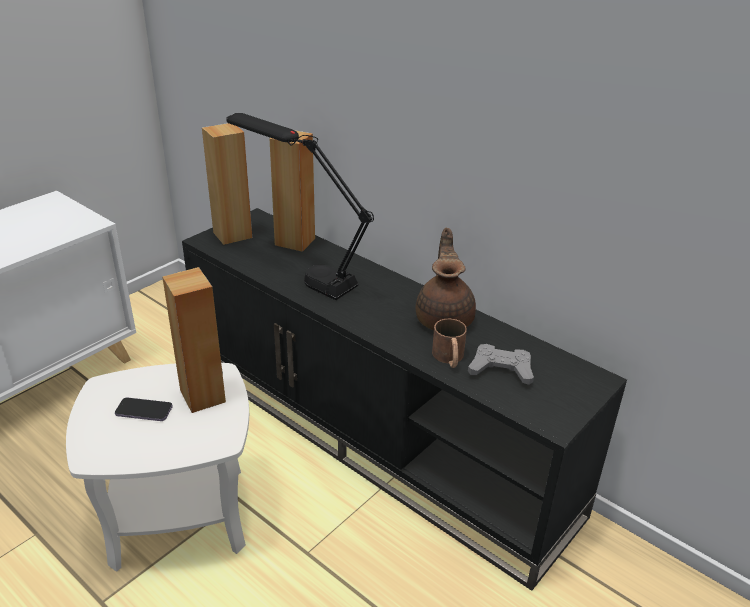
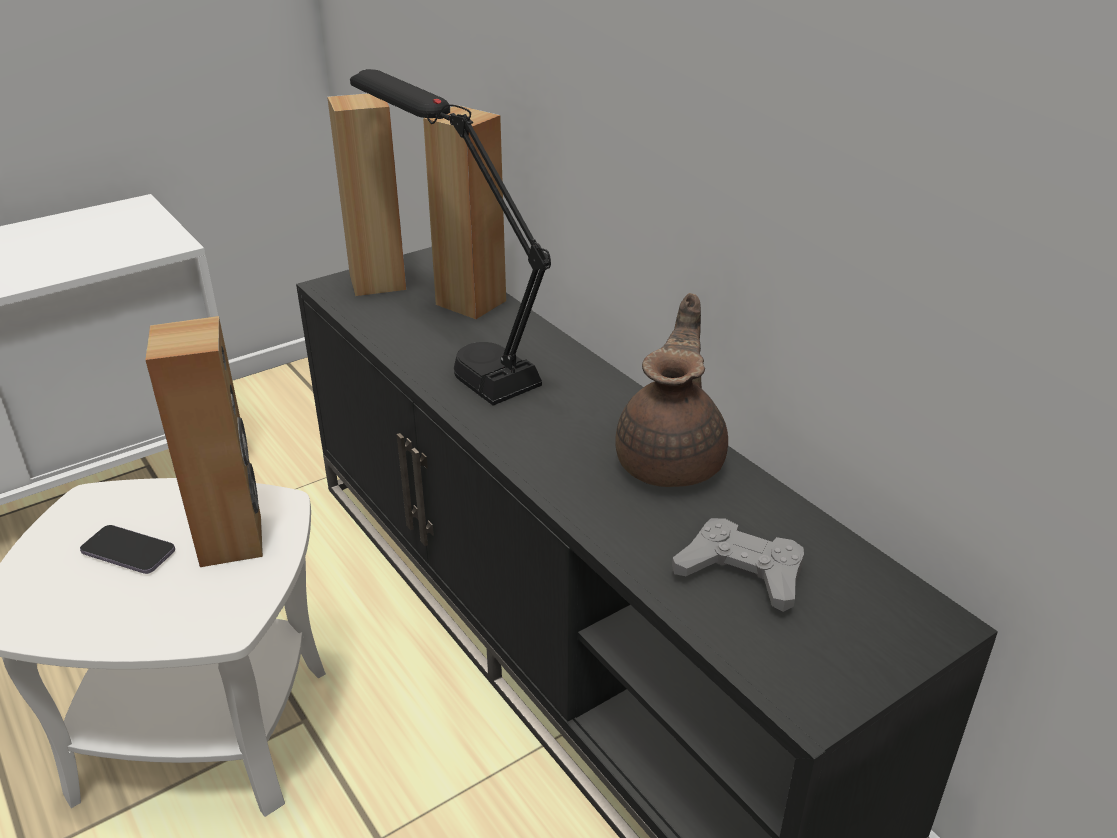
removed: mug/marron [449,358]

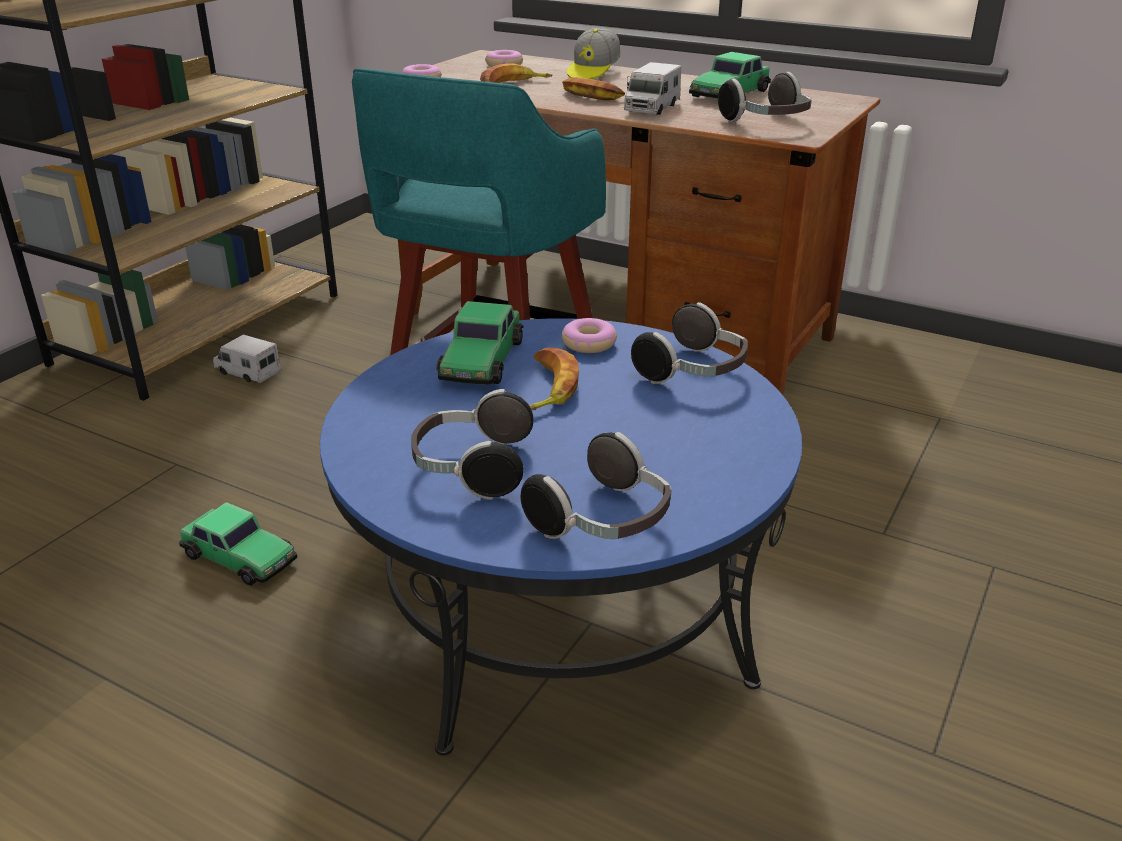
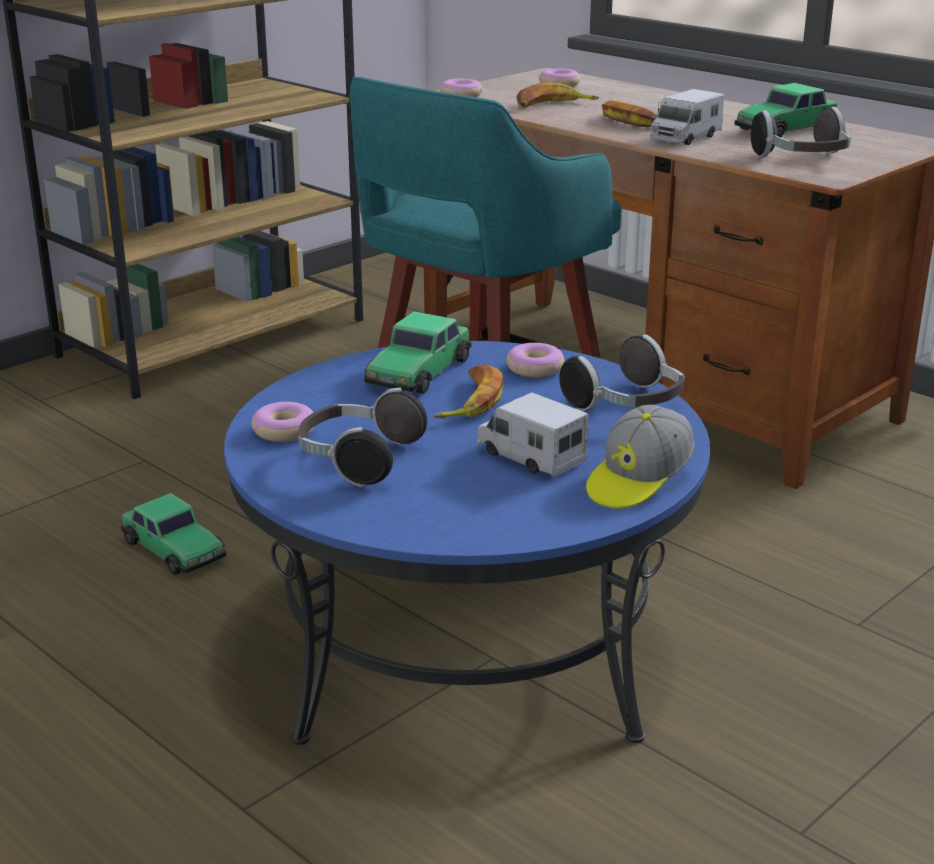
removed: casque audio [604,522]
added: beignet [284,431]
moved: camion jouet [247,372] to [530,456]; casquette [593,72] to [638,481]

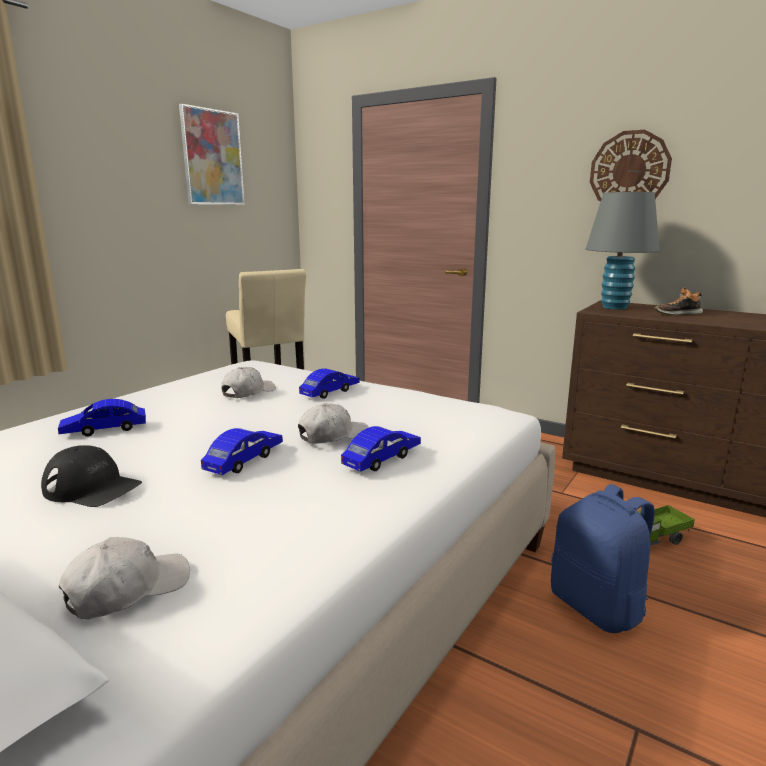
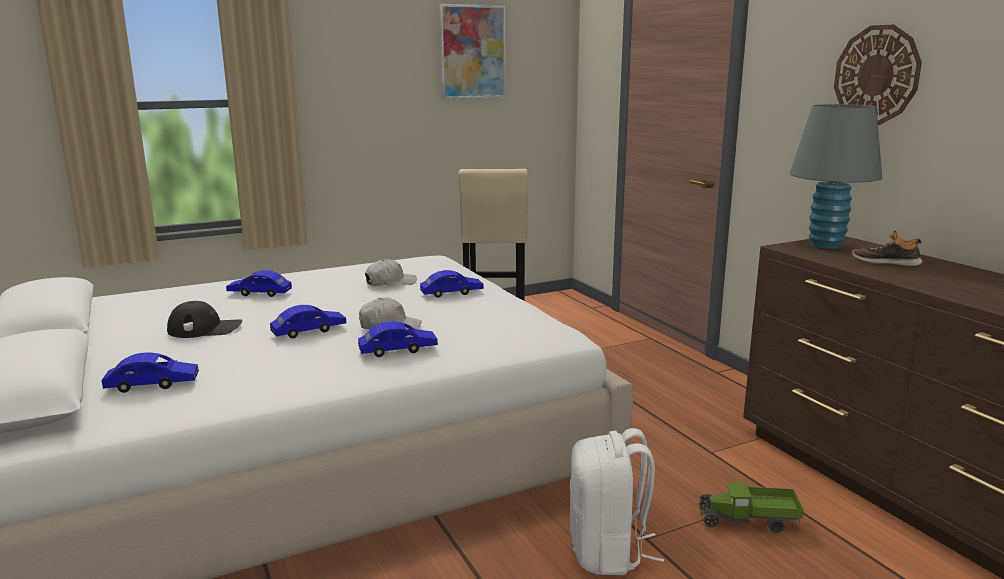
replaced: casquette/blanc [127,589] to petite voiture/bleu [153,384]
recoloured: sac à dos/bleu [598,607] to sac à dos/blanc [608,552]
turned: casquette/noir [92,488] = [205,328] 60 degrees counterclockwise

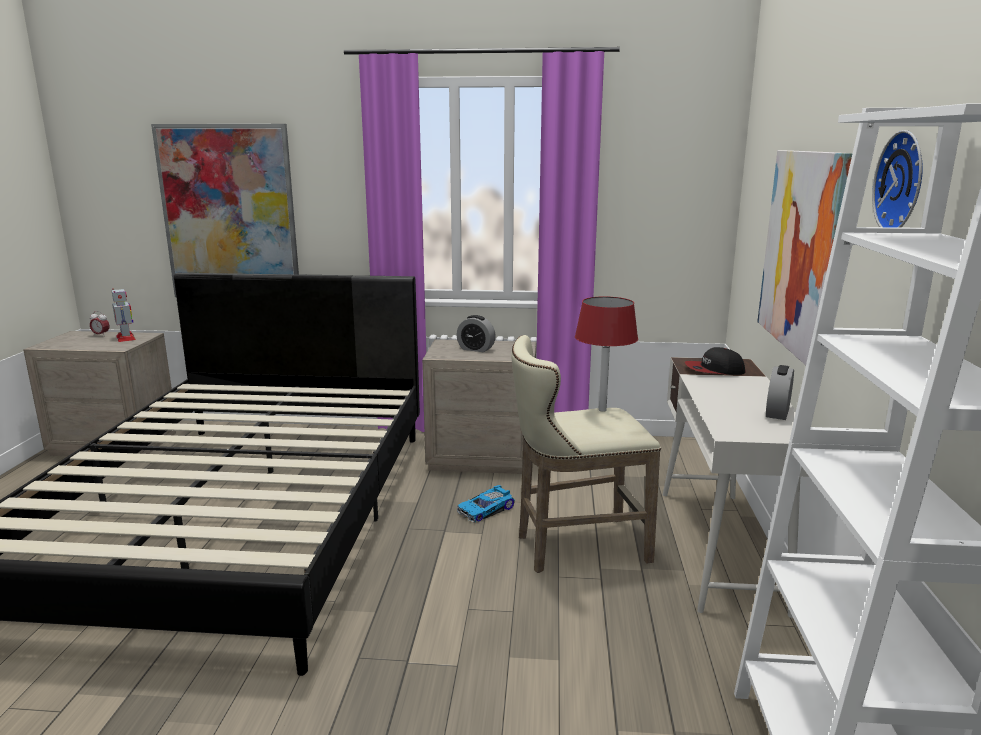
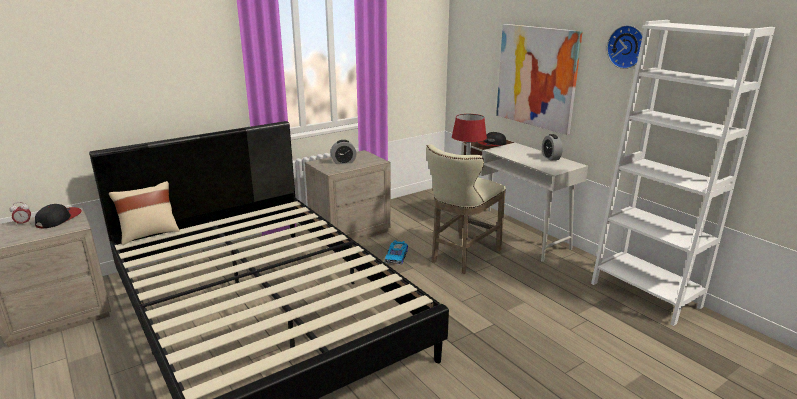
removed: tableau [229,213]
added: coussin/beige [149,234]
replaced: robot jouet [126,338] to casquette [59,219]

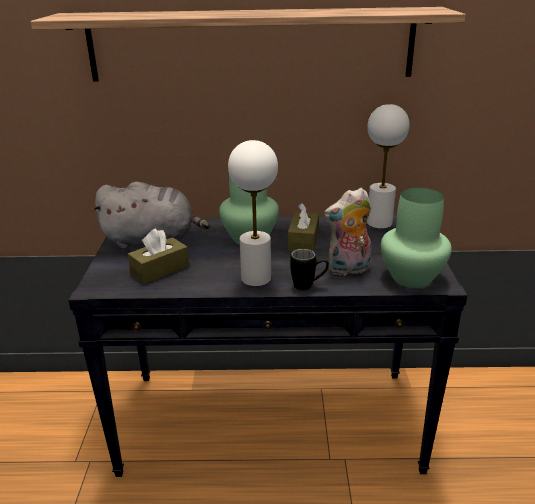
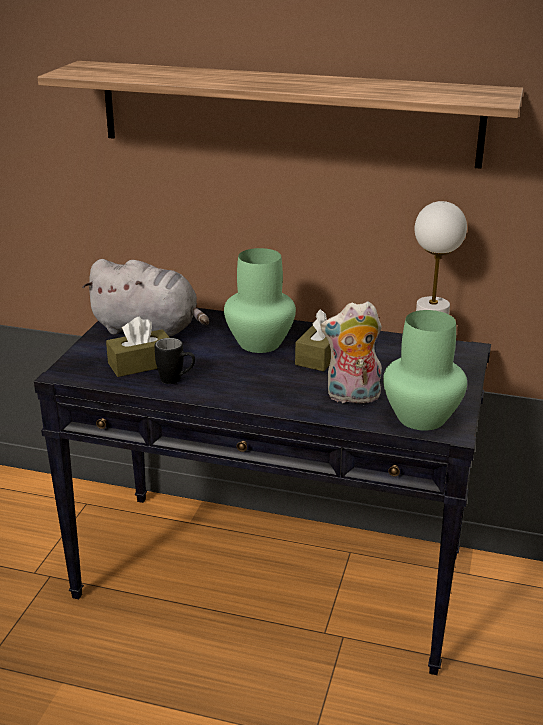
removed: lampe de table/blanc [256,278]
moved: mug/noir [308,286] to [176,380]

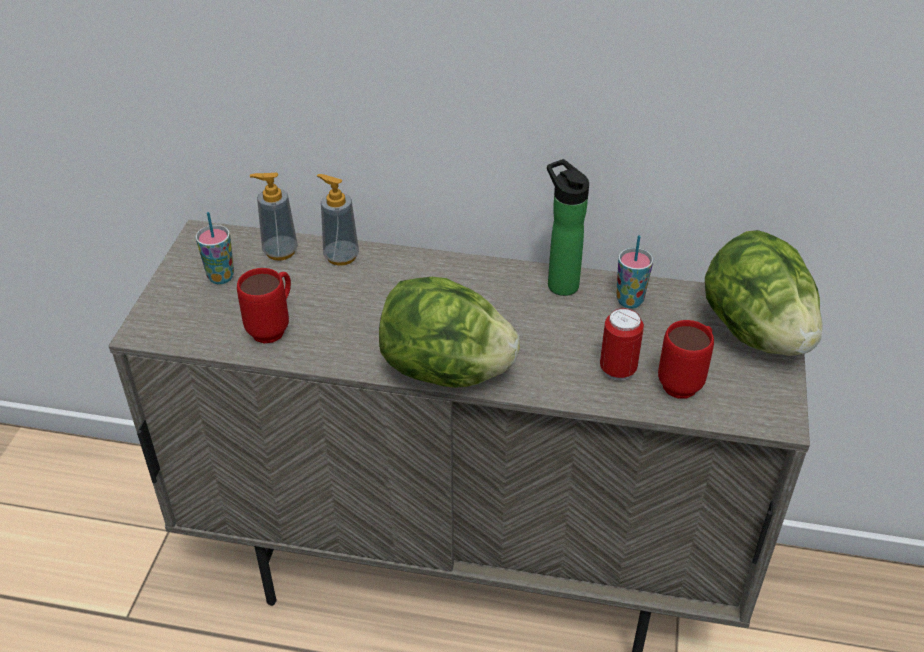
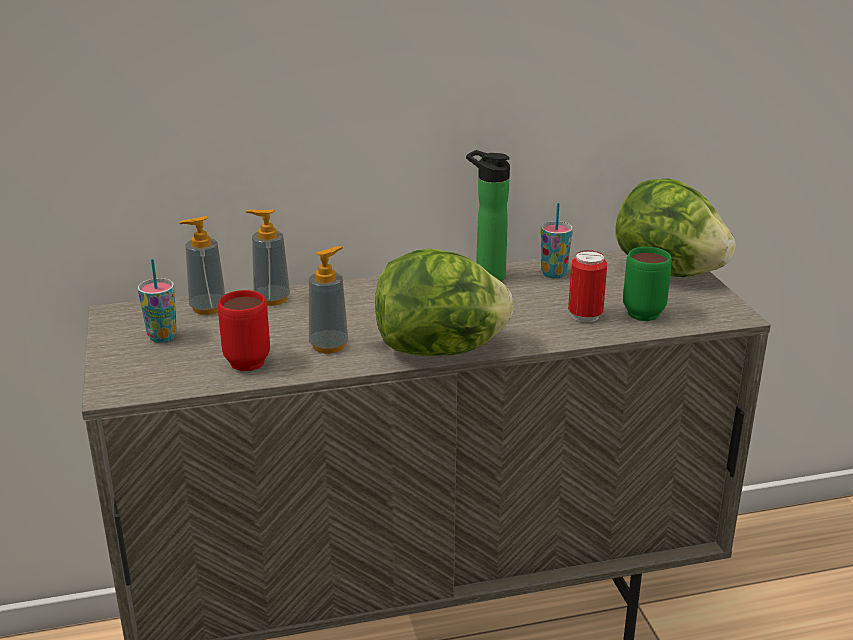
added: distributeur de savon [329,345]
recoloured: mug/rouge [685,382] to mug/vert [644,310]

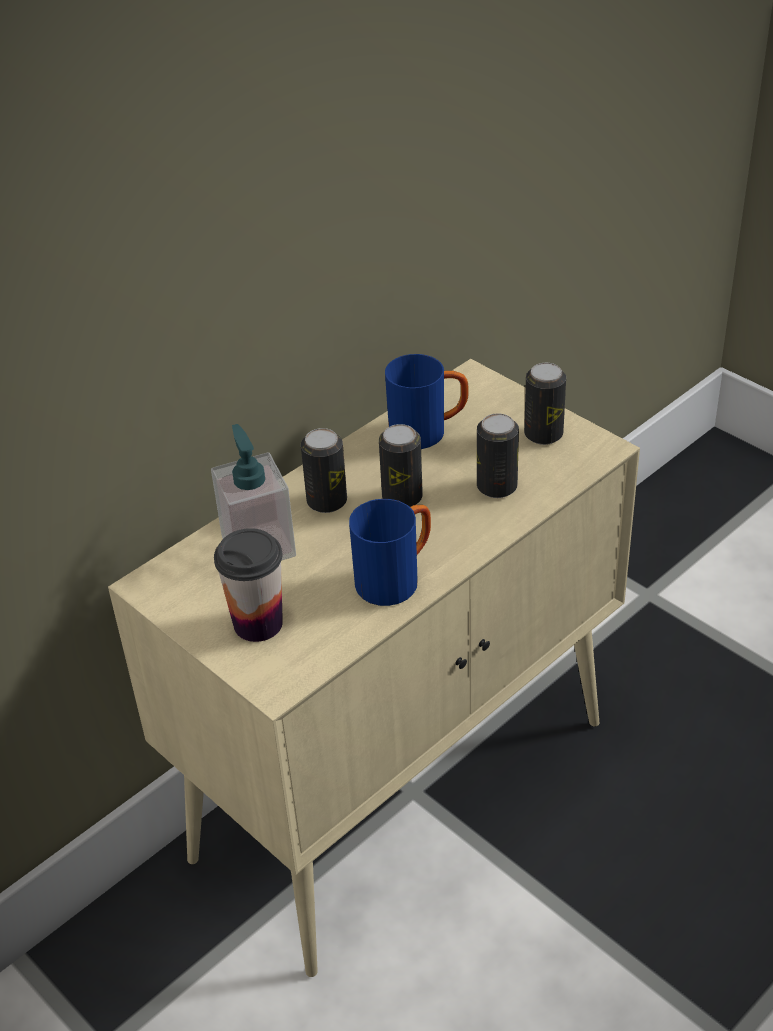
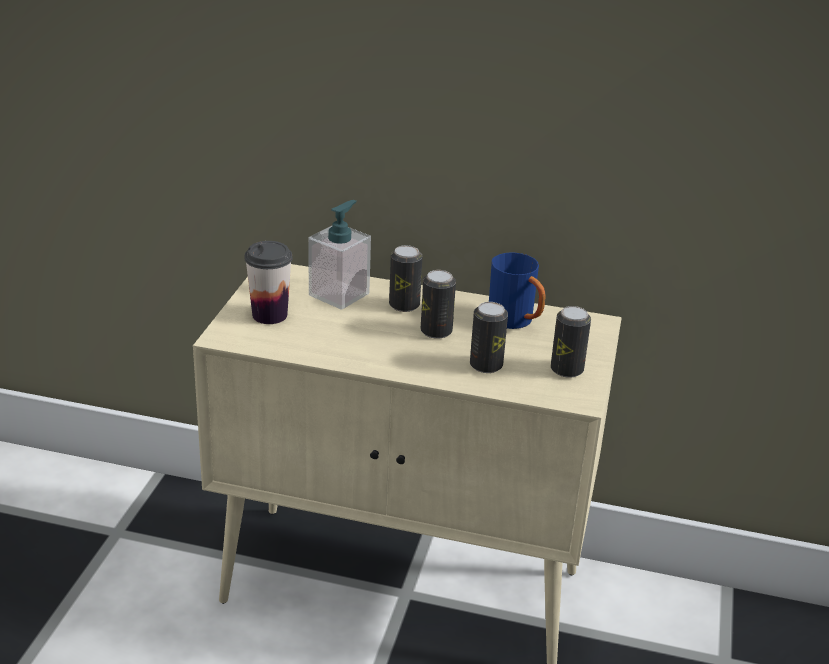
removed: mug/bleu [396,578]

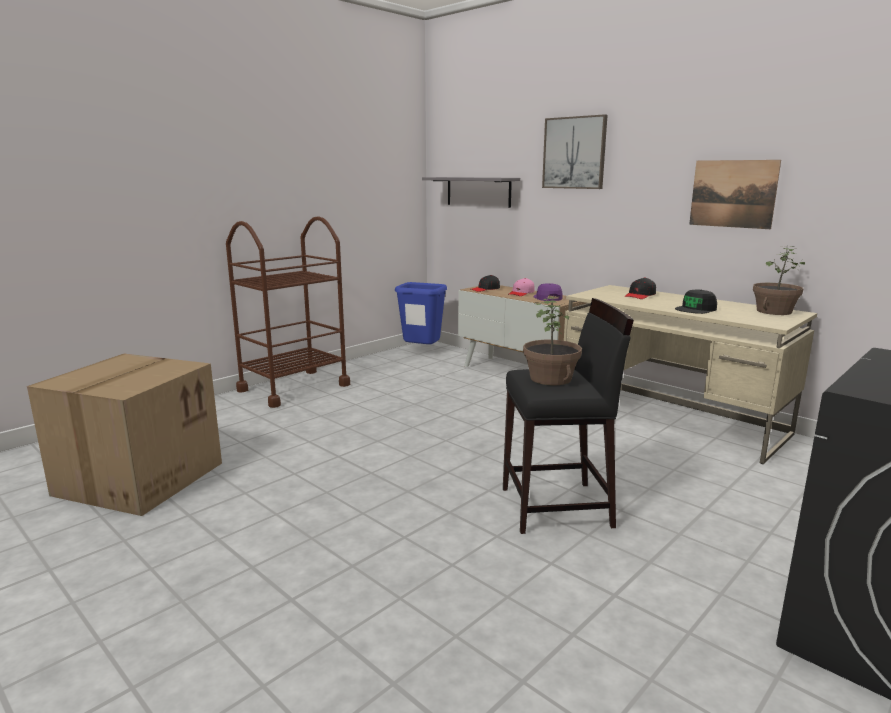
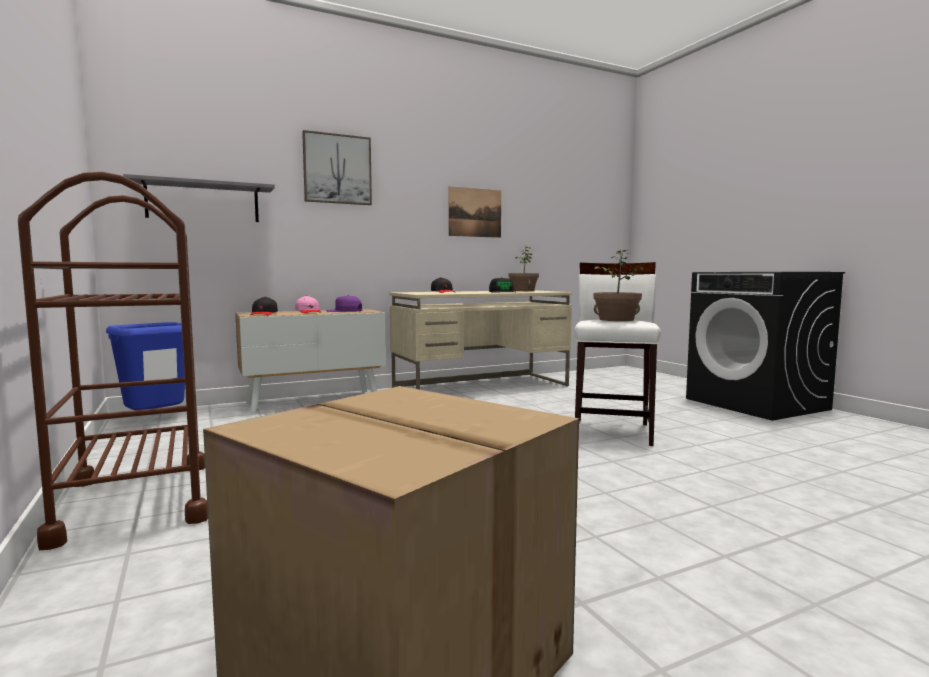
recoloured: tabouret/noir [557,507] to tabouret/blanc [613,431]

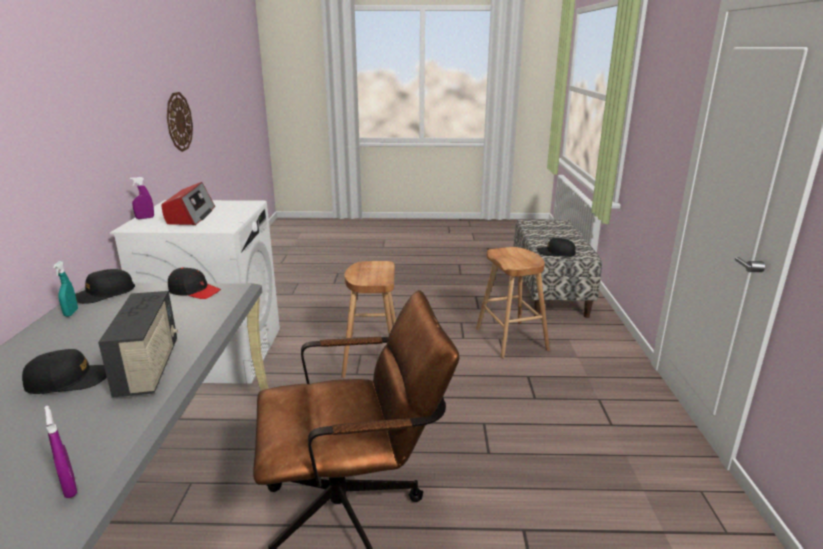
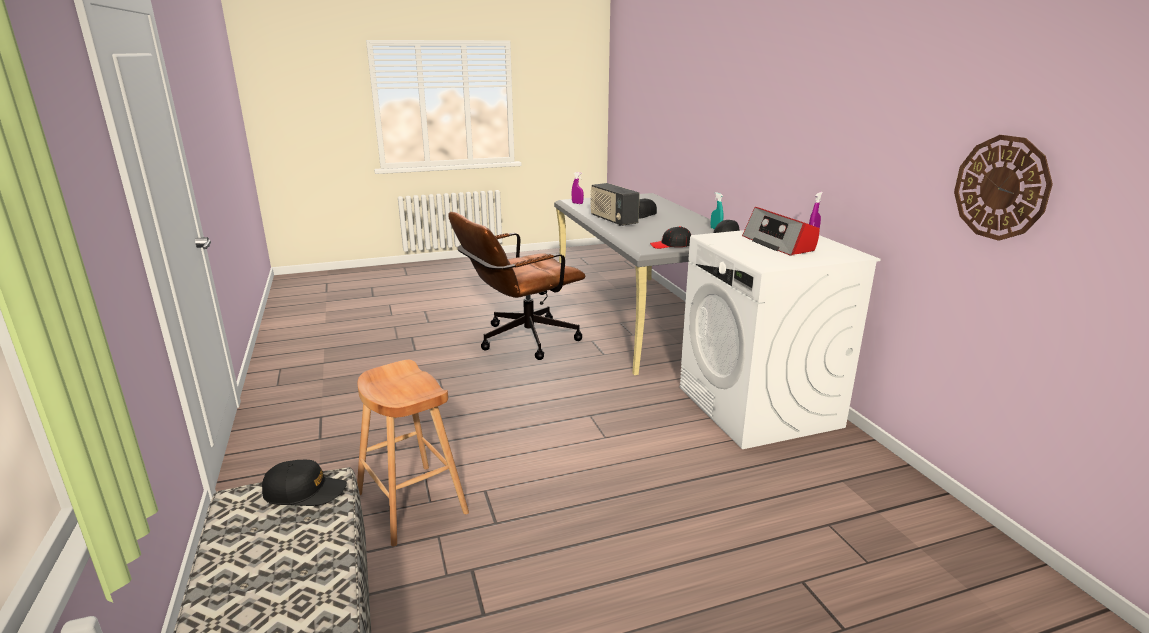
removed: tabouret/marron [372,359]

